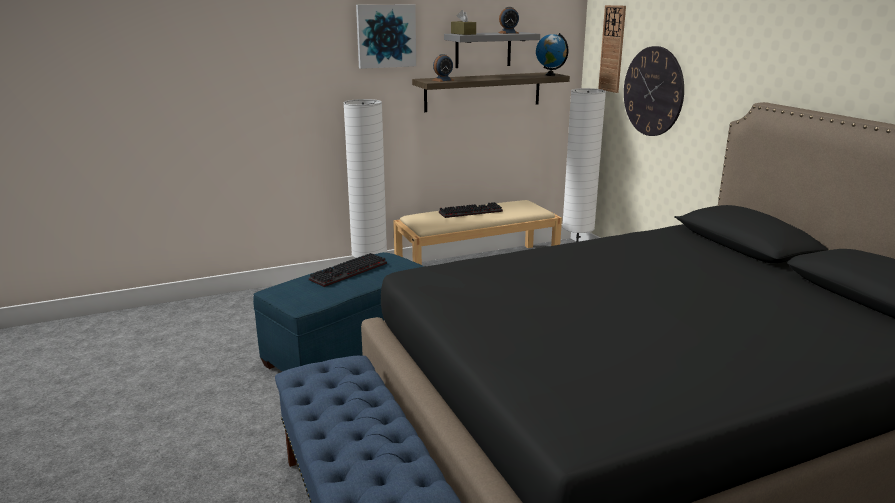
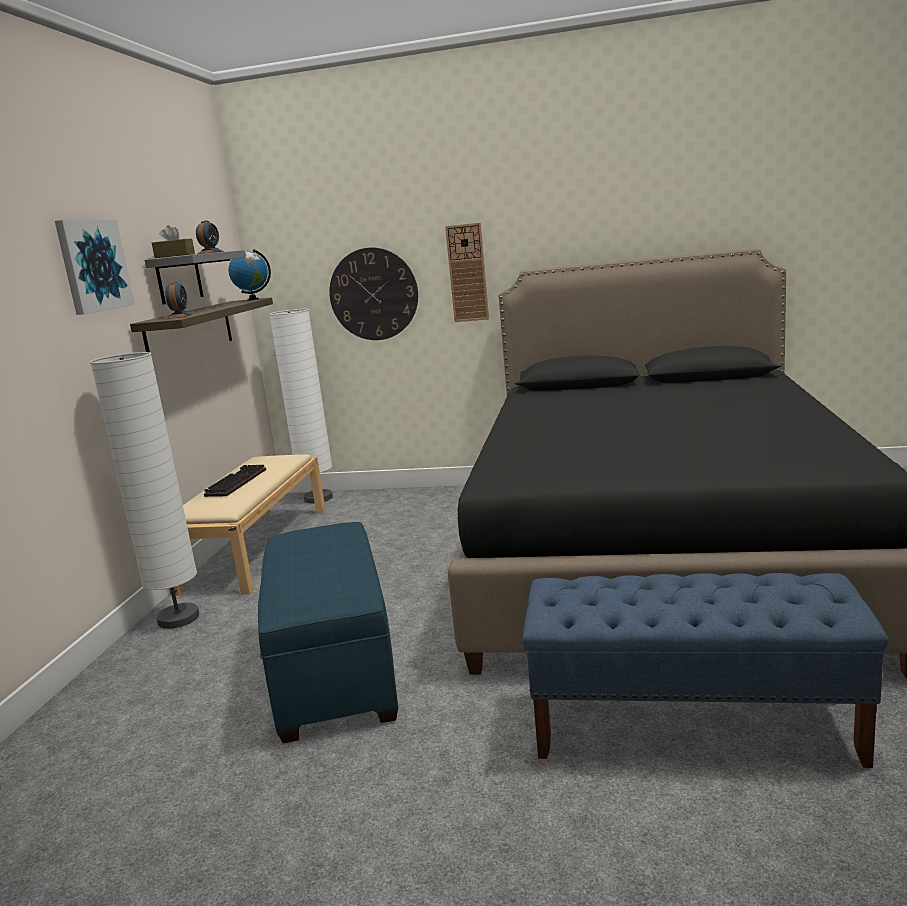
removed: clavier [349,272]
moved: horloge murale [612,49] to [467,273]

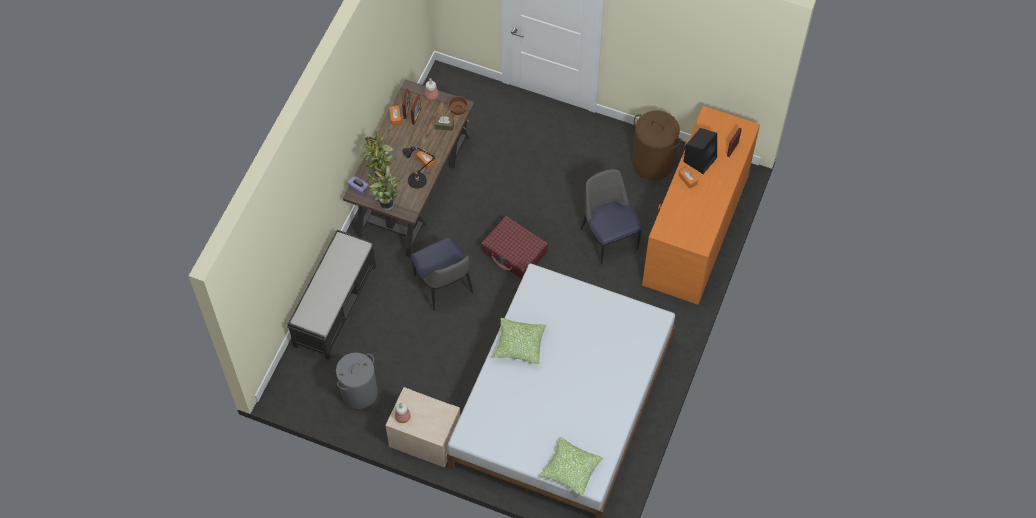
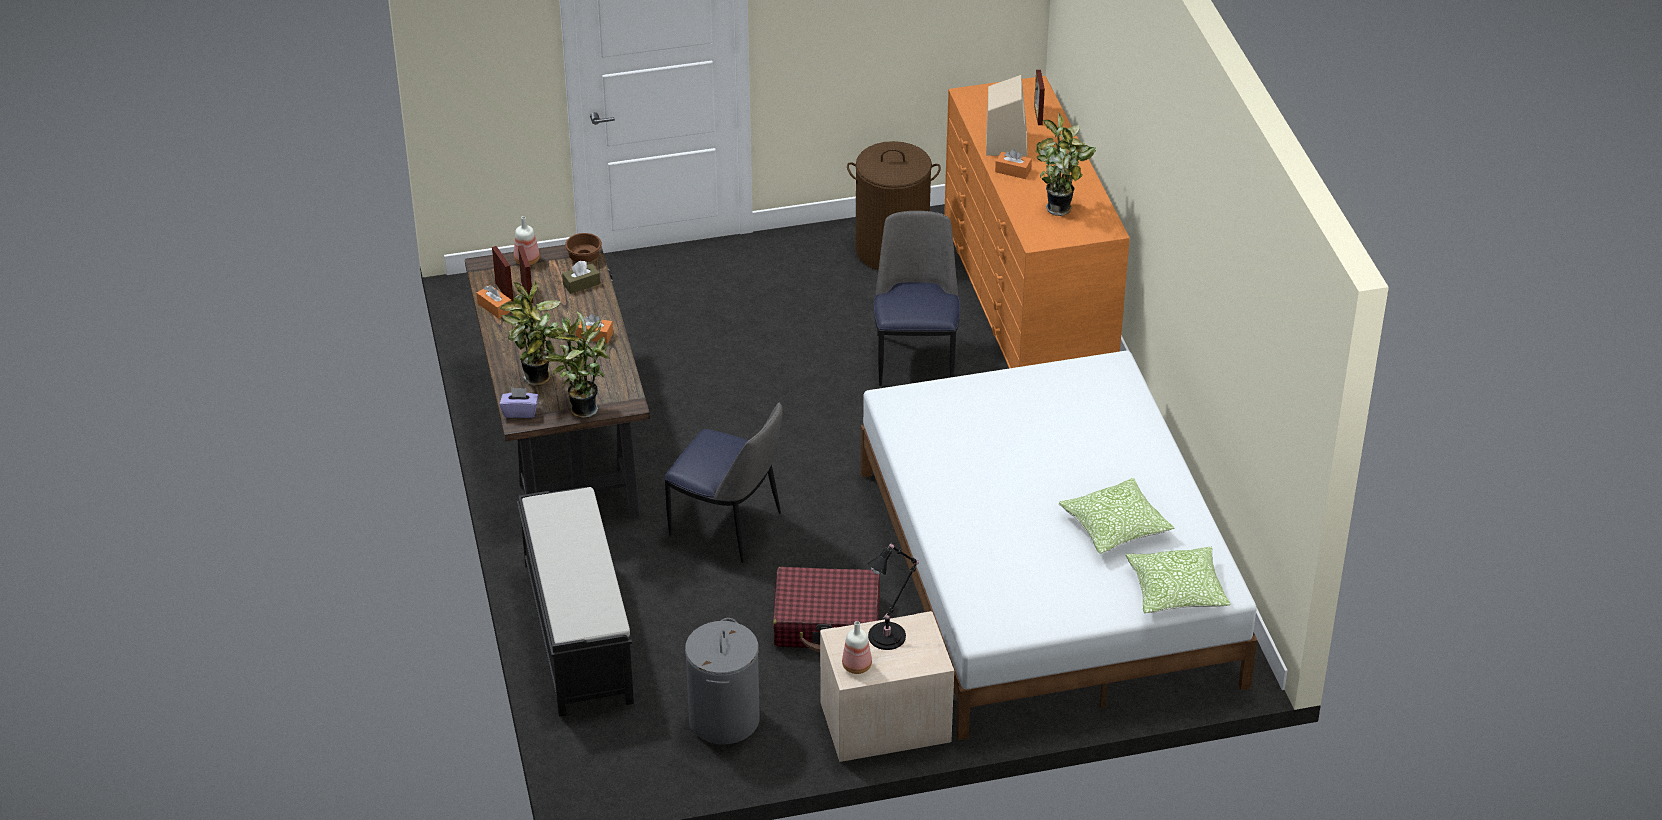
added: plante en pot [1061,210]
moved: lampe de table/noir [419,180] to [889,634]; valise/rouge [514,252] to [827,622]; coussin [519,344] to [1115,527]
recoloured: enceinte/noir [700,159] to enceinte/beige [1006,143]
turned: chaise [608,237] = [915,358] 60 degrees clockwise

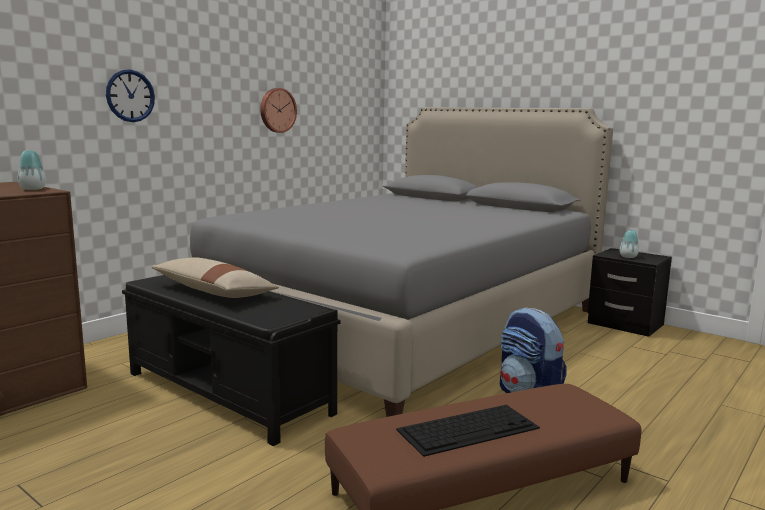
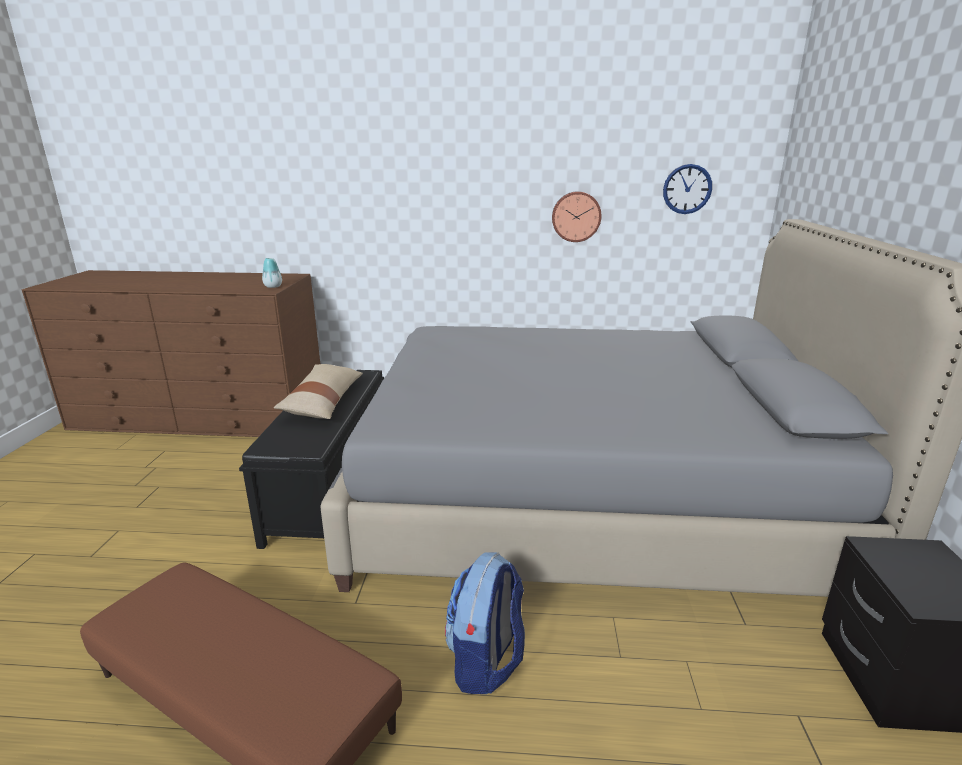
removed: clavier [469,428]; vase [628,257]
moved: horloge murale [130,96] to [687,189]

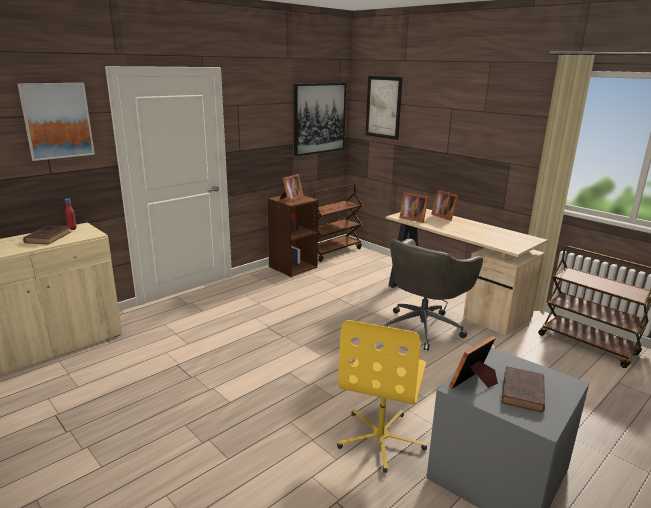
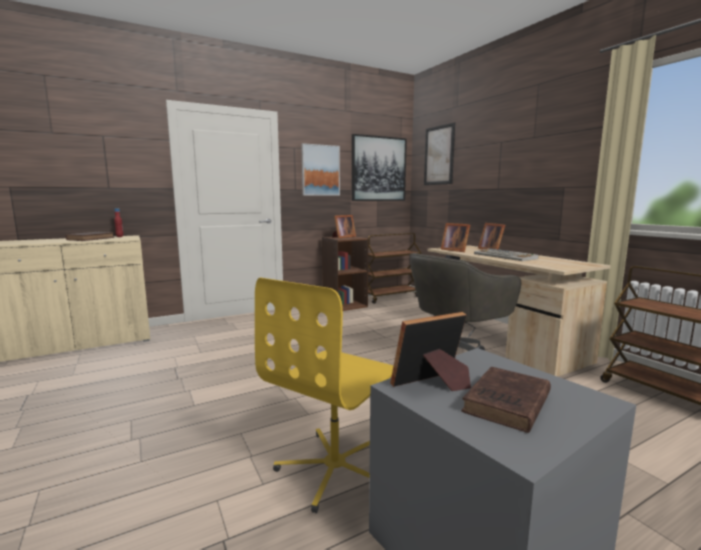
added: clavier [505,256]
moved: tableau [57,120] to [320,170]

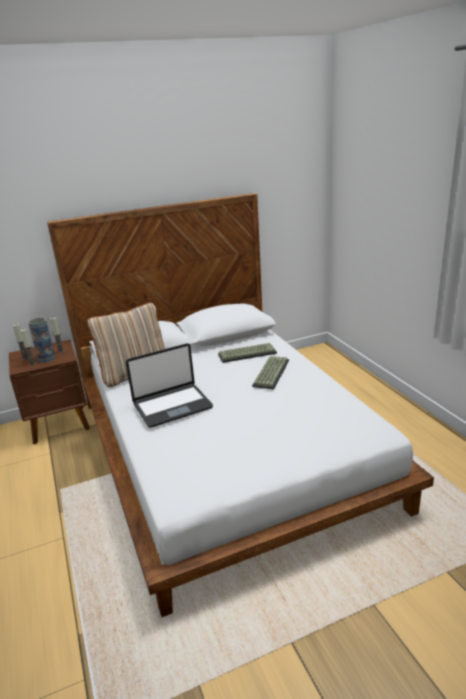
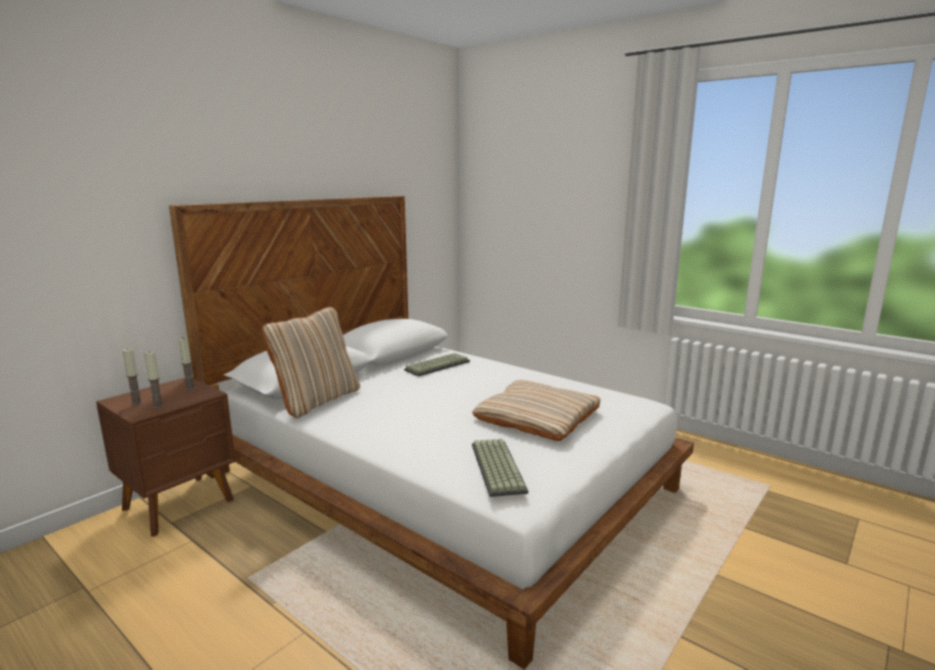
removed: vase [46,358]; ordinateur portable [172,406]
added: coussin/beige [537,417]
moved: clavier [270,372] to [495,467]

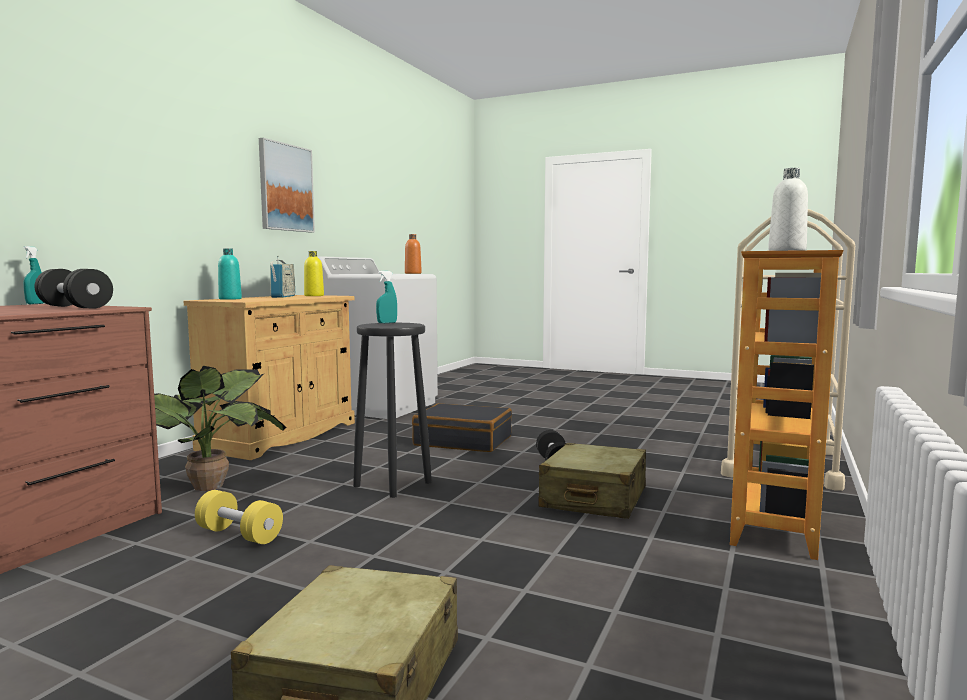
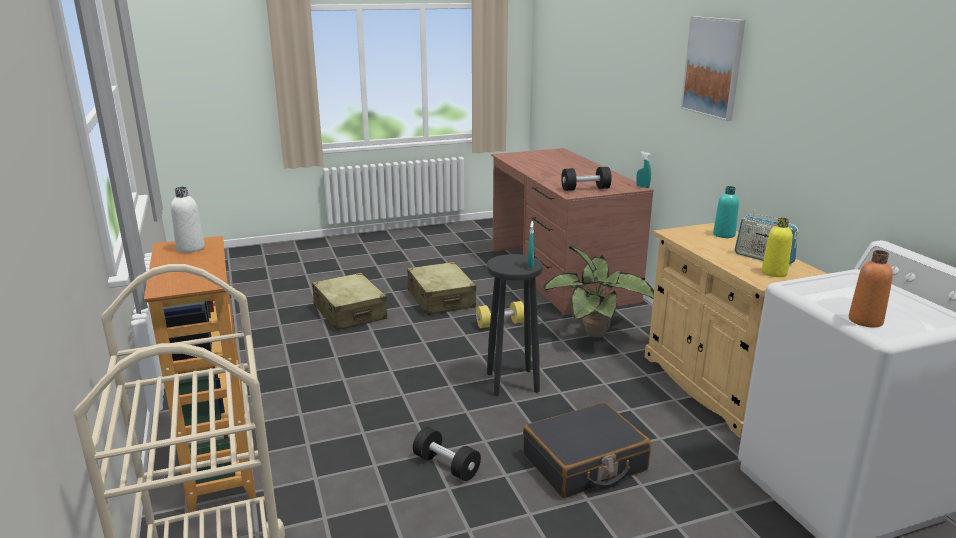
moved: tableau [285,188] to [713,67]; valise/beige [594,499] to [441,299]

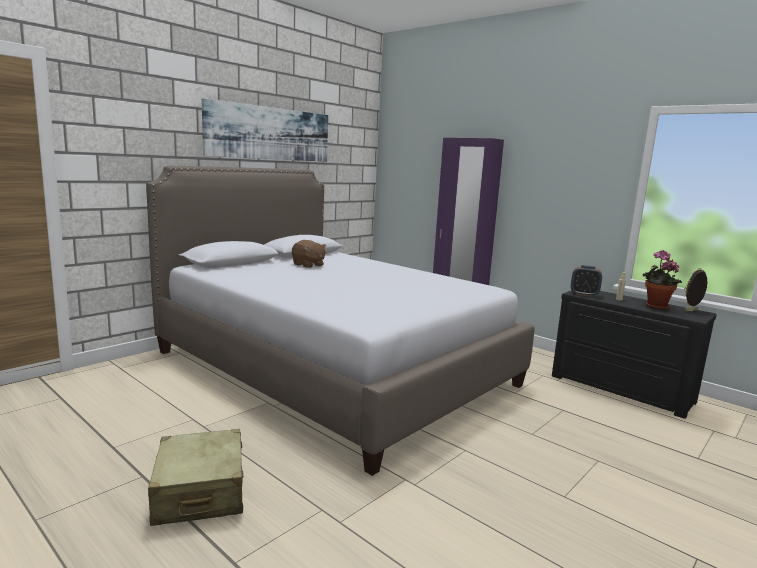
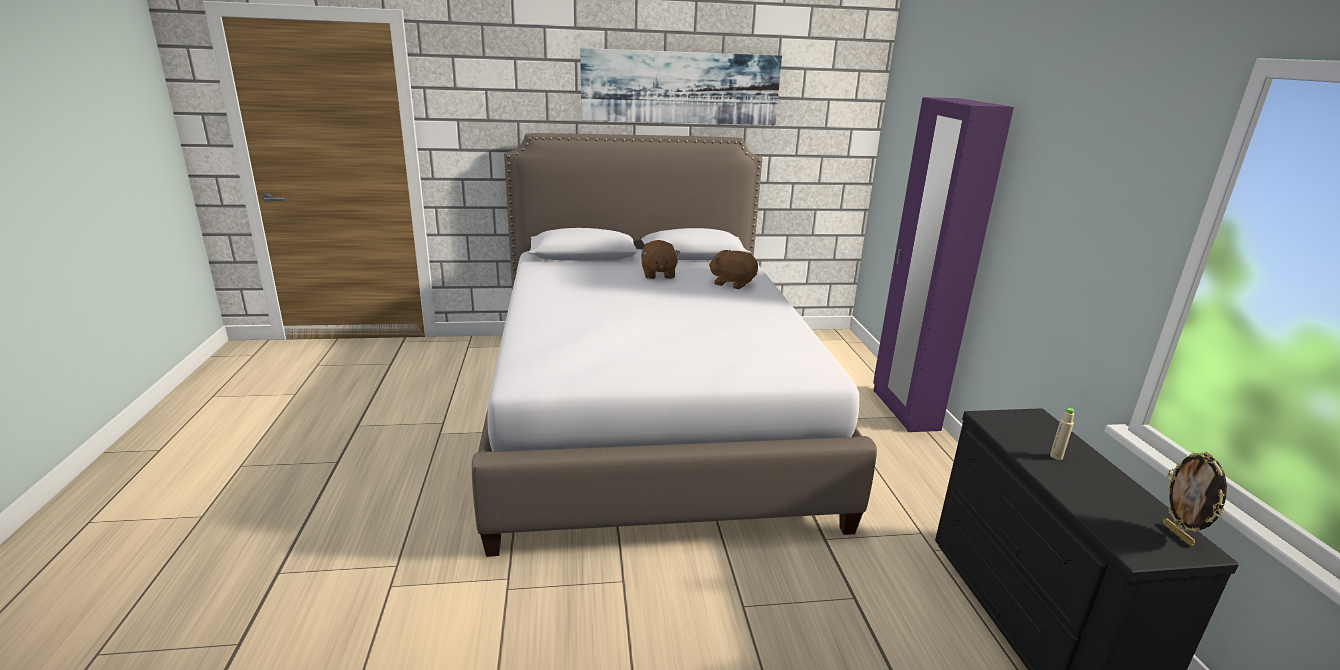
removed: valise/beige [200,492]; réveil [584,294]; plante en pot [655,307]
added: peluche/marron [732,283]
turned: cadre photo [692,311] = [1178,535] 120 degrees counterclockwise

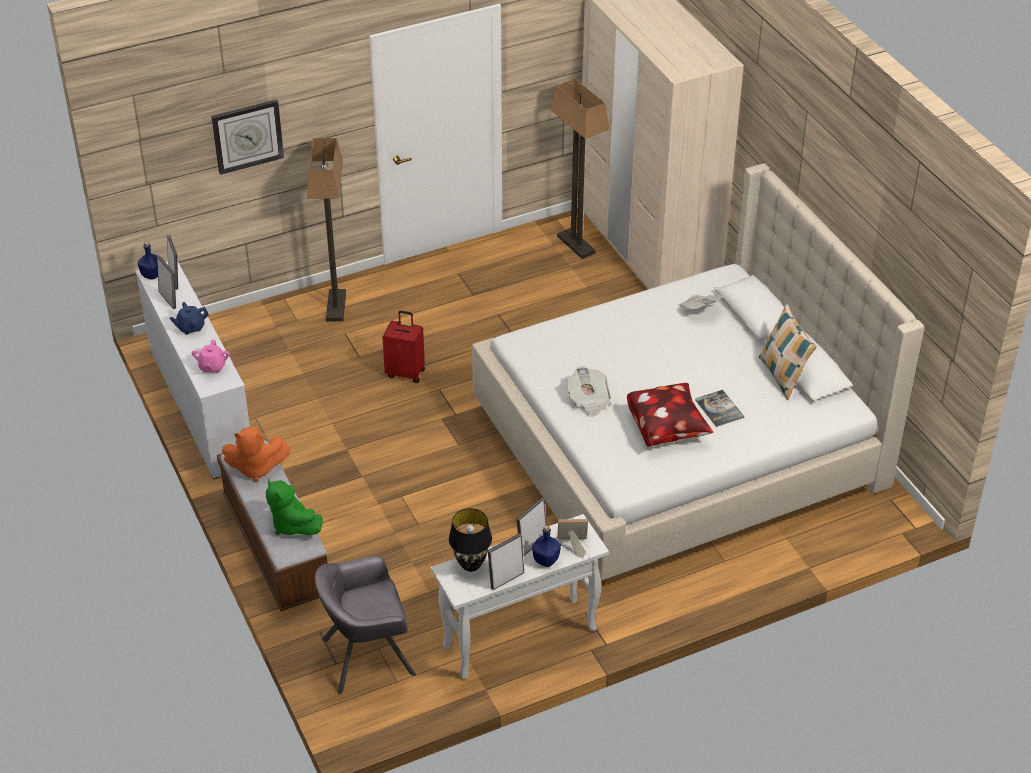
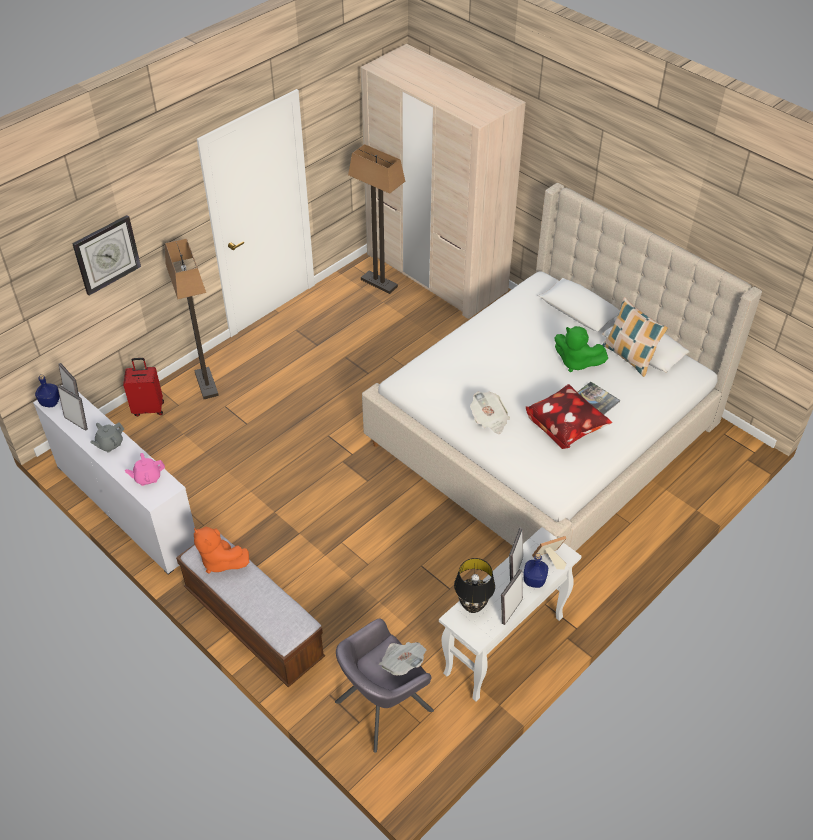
moved: peluche/vert [292,525] to [576,362]; valise/rouge [406,372] to [148,408]; journal [699,310] to [402,663]
recoloured: théière/bleu [190,327] to théière/gris [110,444]
turned: théière/rose [212,367] = [147,478] 90 degrees clockwise; peluche/orange [256,468] = [220,560] 60 degrees clockwise

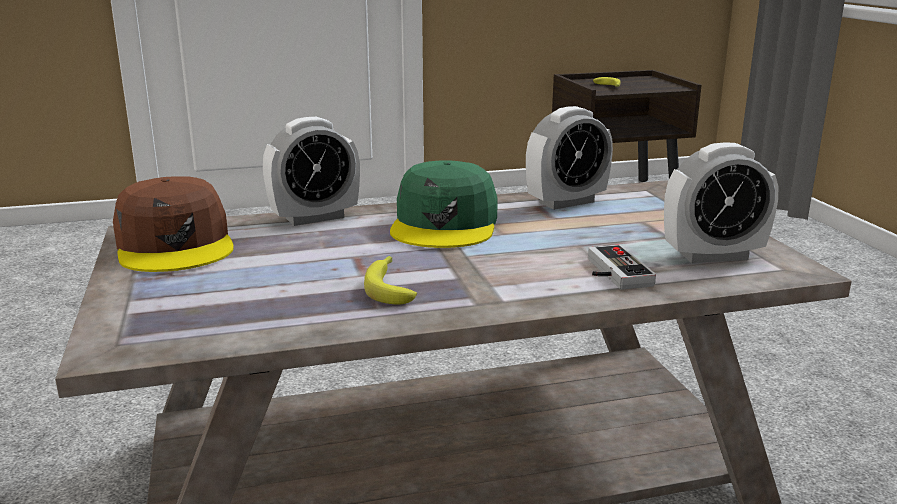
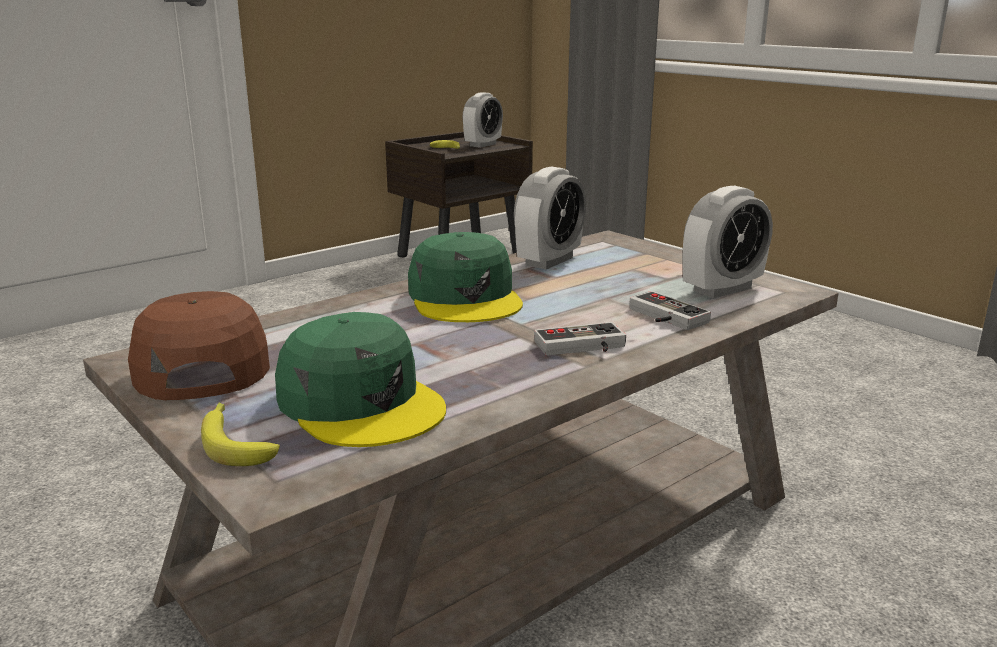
added: casquette/vert [361,403]; manette [582,347]
moved: réveil [314,217] to [483,145]; banane [390,286] to [235,442]
turned: casquette/marron [175,245] = [201,365] 150 degrees counterclockwise

